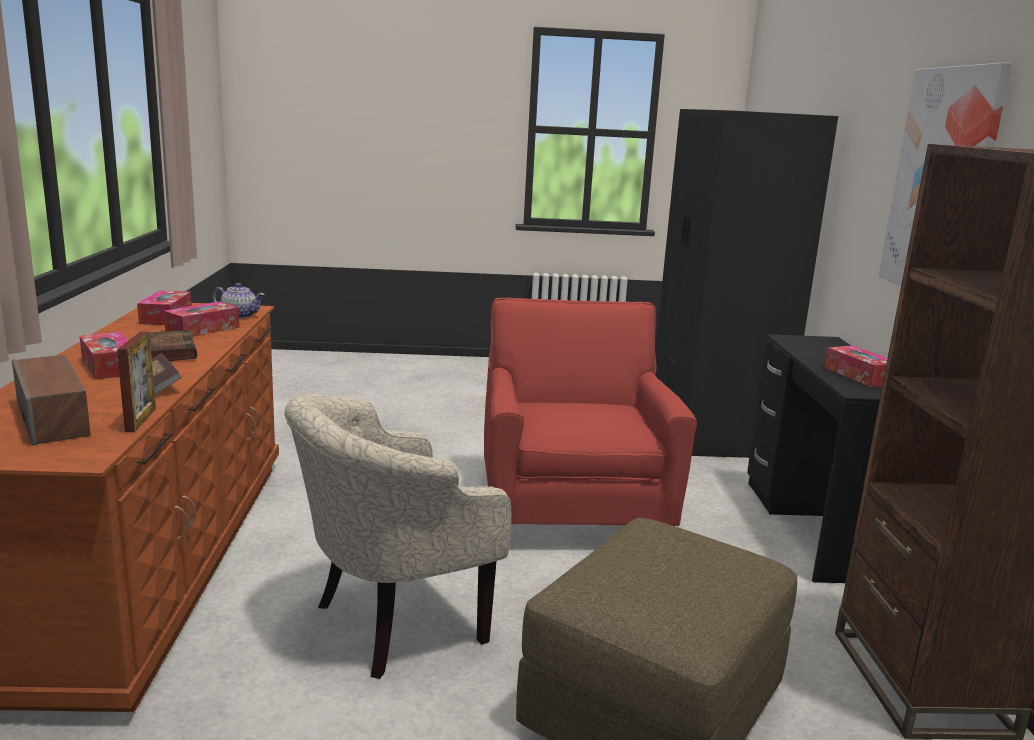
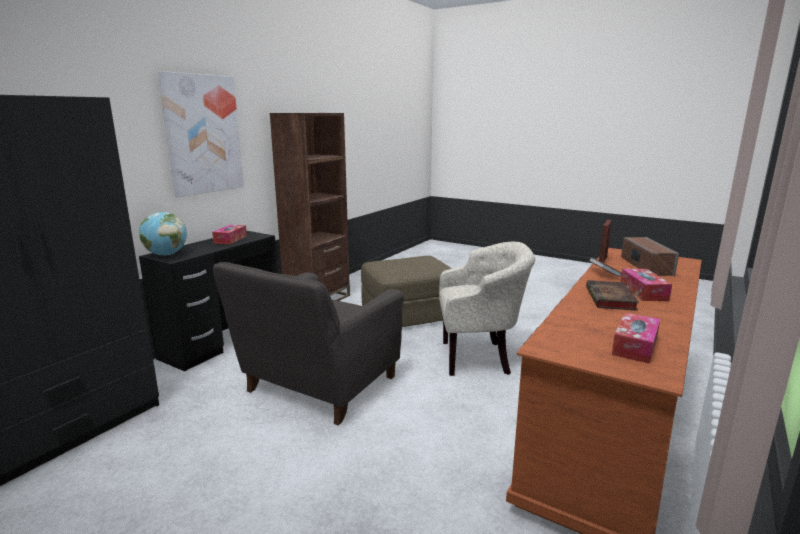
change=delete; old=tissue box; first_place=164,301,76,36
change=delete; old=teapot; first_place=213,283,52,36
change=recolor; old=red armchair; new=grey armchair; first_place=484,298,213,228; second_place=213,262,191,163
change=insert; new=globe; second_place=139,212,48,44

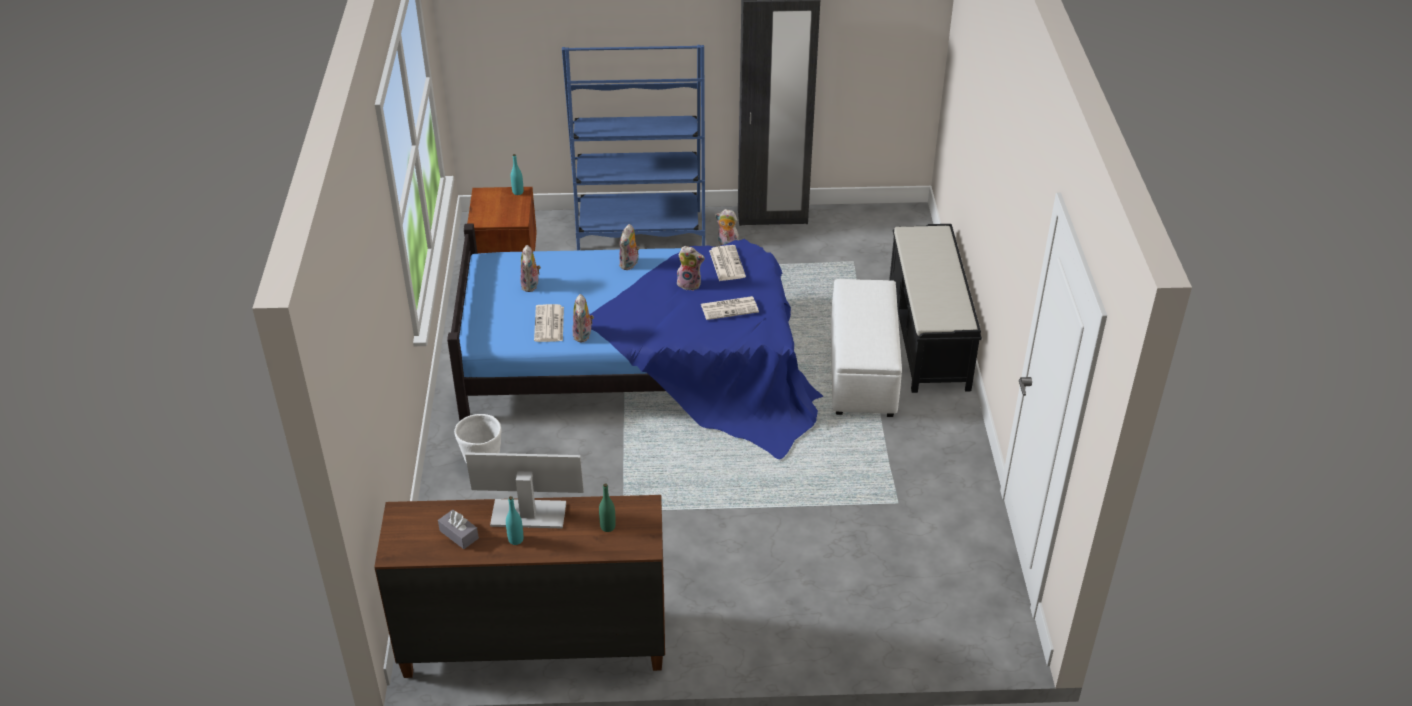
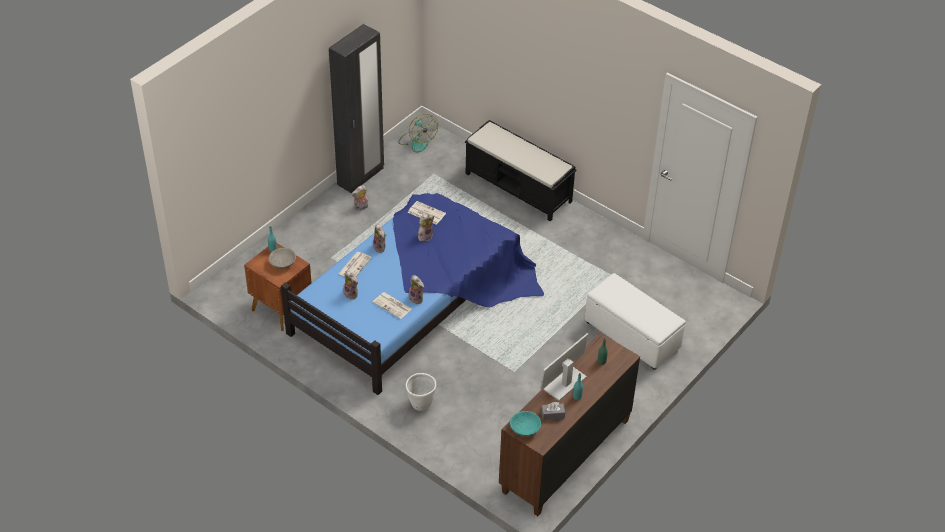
change=delete; old=blue bookcase; first_place=562,45,143,205
change=move; old=newspaper; first_place=701,296,58,24; second_place=339,252,33,25
change=move; old=white ottoman; first_place=831,279,71,138; second_place=585,273,101,97
change=insert; new=grey bowl; second_place=269,248,27,21
change=insert; new=fan; second_place=398,114,40,39
change=insert; new=turquoise bowl; second_place=510,411,31,25

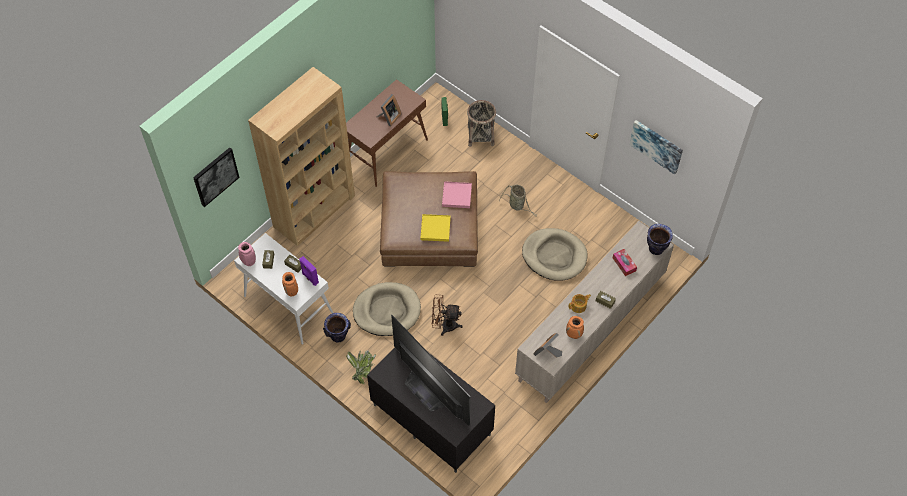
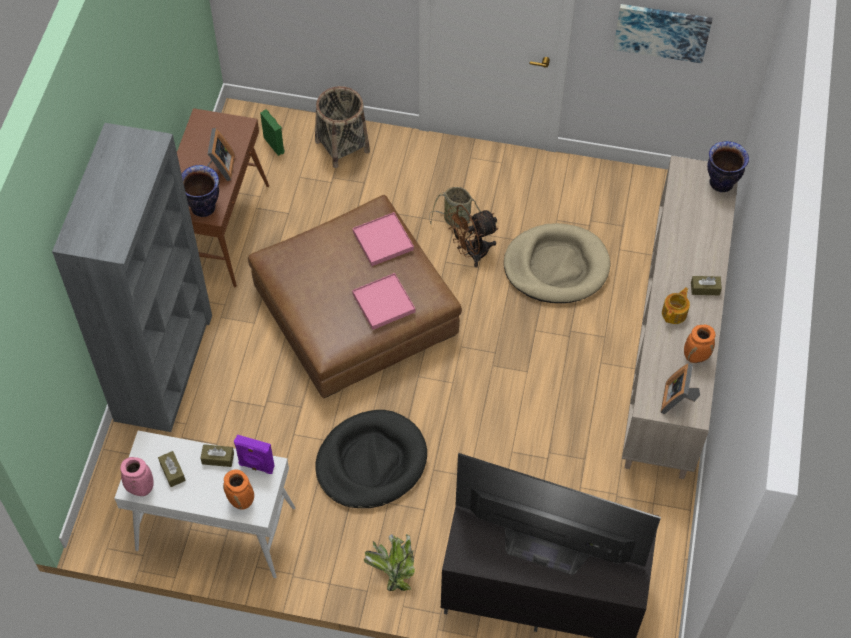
change=delete; old=picture; first_place=193,147,47,60
change=recolor; old=brown bookcase; new=grey bookcase; first_place=248,67,107,179; second_place=52,123,160,309
change=move; old=vase; first_place=323,313,28,30; second_place=182,165,38,52
change=recolor; old=beige dog bed; new=black dog bed; first_place=353,282,68,54; second_place=315,410,112,98
change=recolor; old=yellow tray; new=pink tray; first_place=420,214,31,28; second_place=352,273,63,57
change=move; old=brown fan; first_place=432,295,31,41; second_place=446,205,53,62
change=delete; old=tissue box; first_place=613,249,24,27

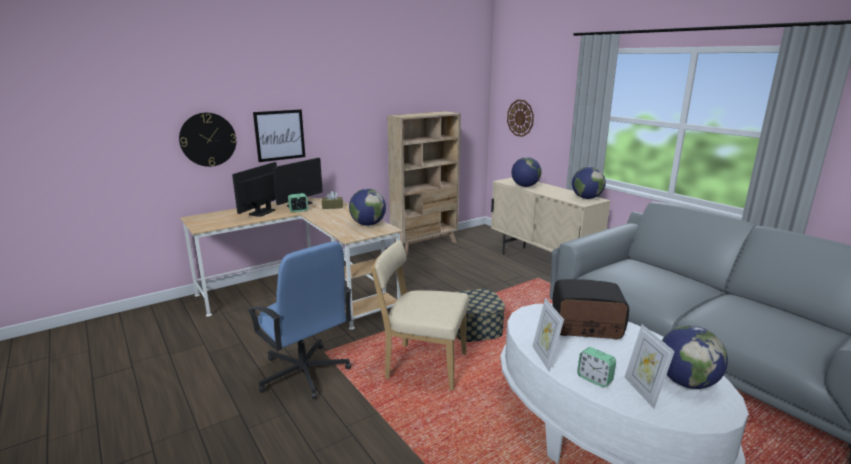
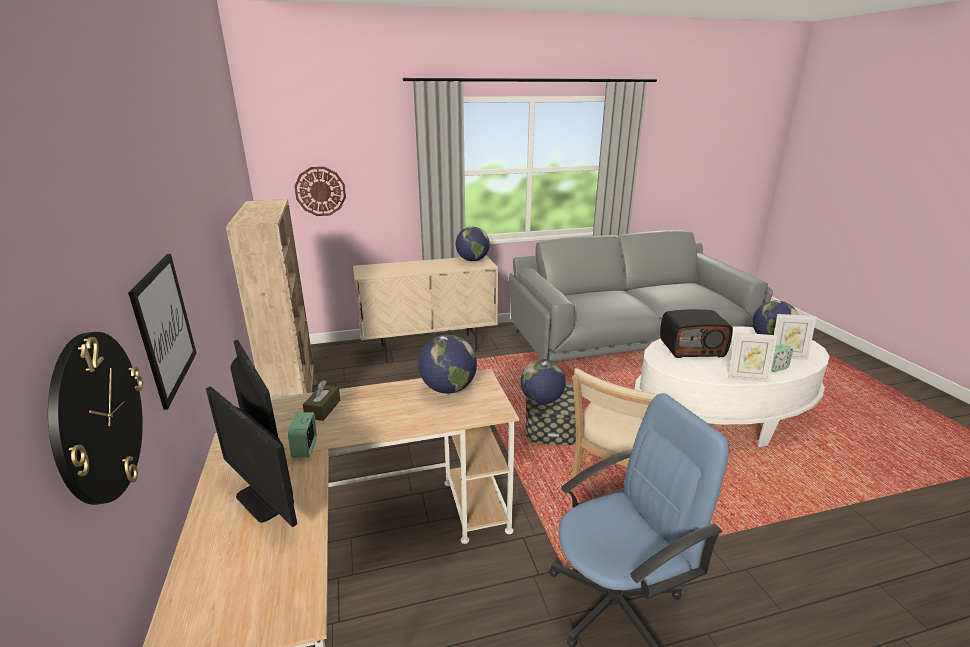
change=move; old=globe; first_place=511,157,30,30; second_place=520,359,46,45
change=rotate; old=radio; first_place=552,279,77,60; second_place=660,309,73,49; degrees=-120

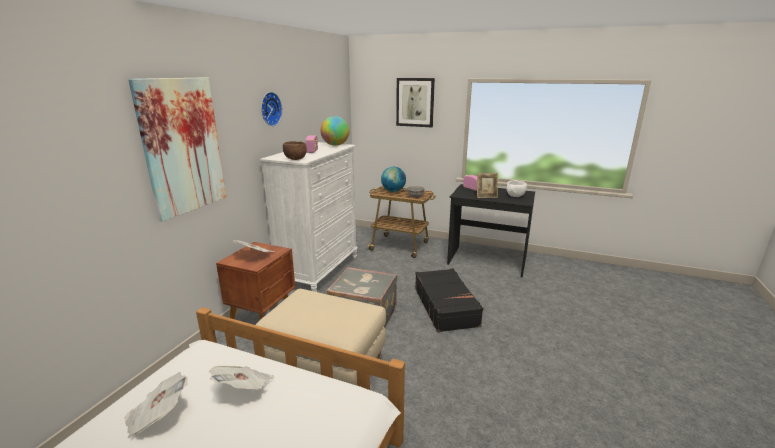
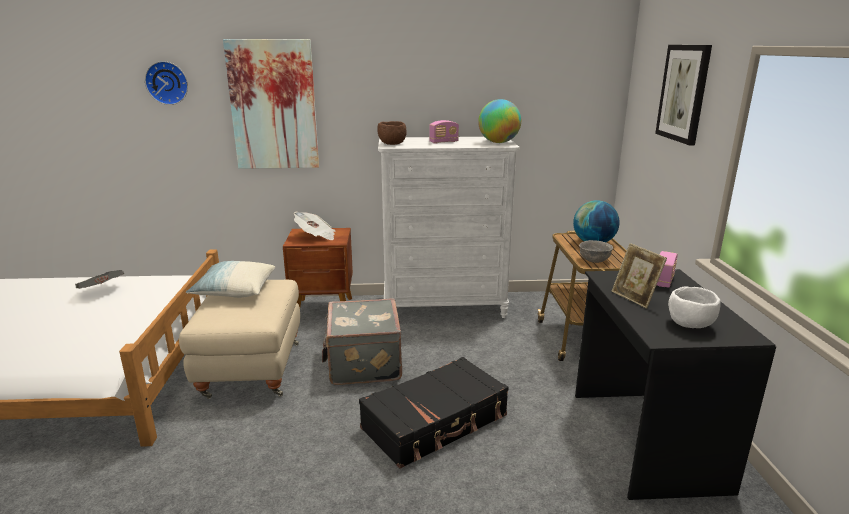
change=delete; old=newspaper; first_place=209,366,65,24
change=move; old=wall clock; first_place=261,92,21,34; second_place=145,61,43,44
change=insert; new=pillow; second_place=186,261,89,37

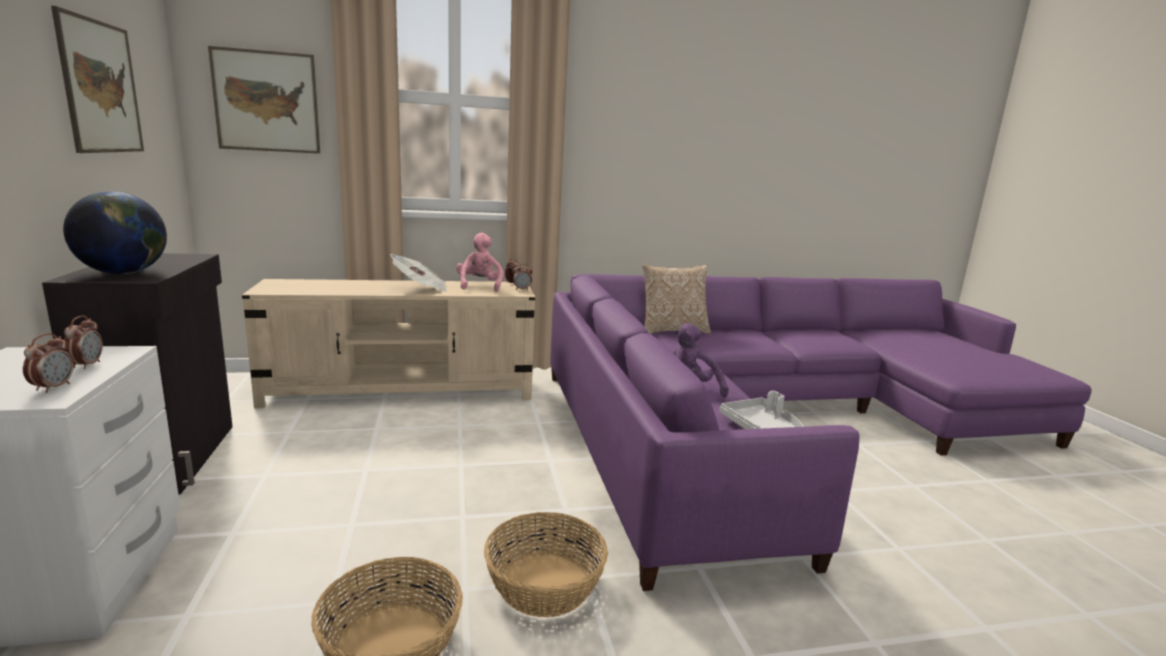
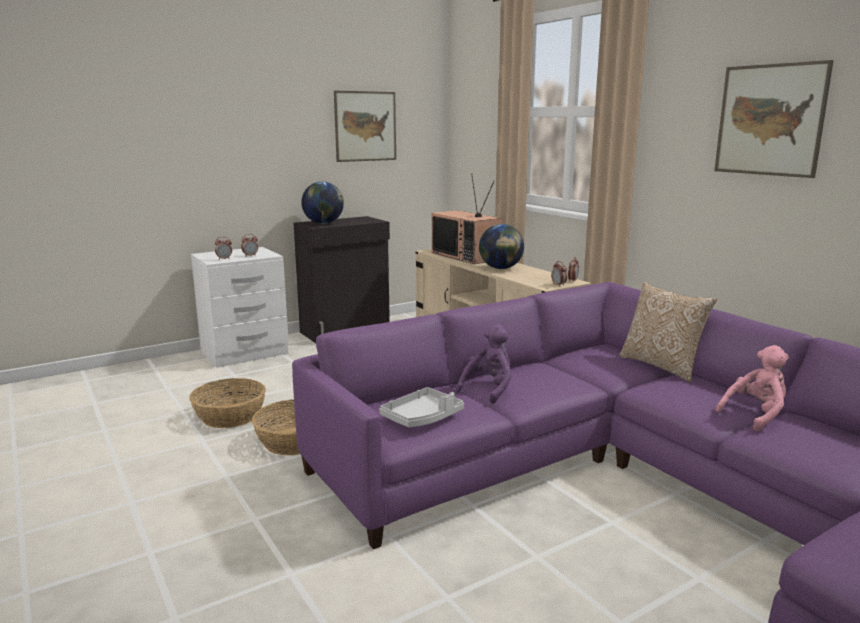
change=move; old=picture; first_place=208,46,112,108; second_place=714,60,119,118
change=replace; old=newspaper; new=globe; first_place=390,254,57,38; second_place=479,224,45,45
change=move; old=pink plush toy; first_place=456,233,47,59; second_place=716,345,73,86
change=insert; new=television; second_place=432,173,70,91

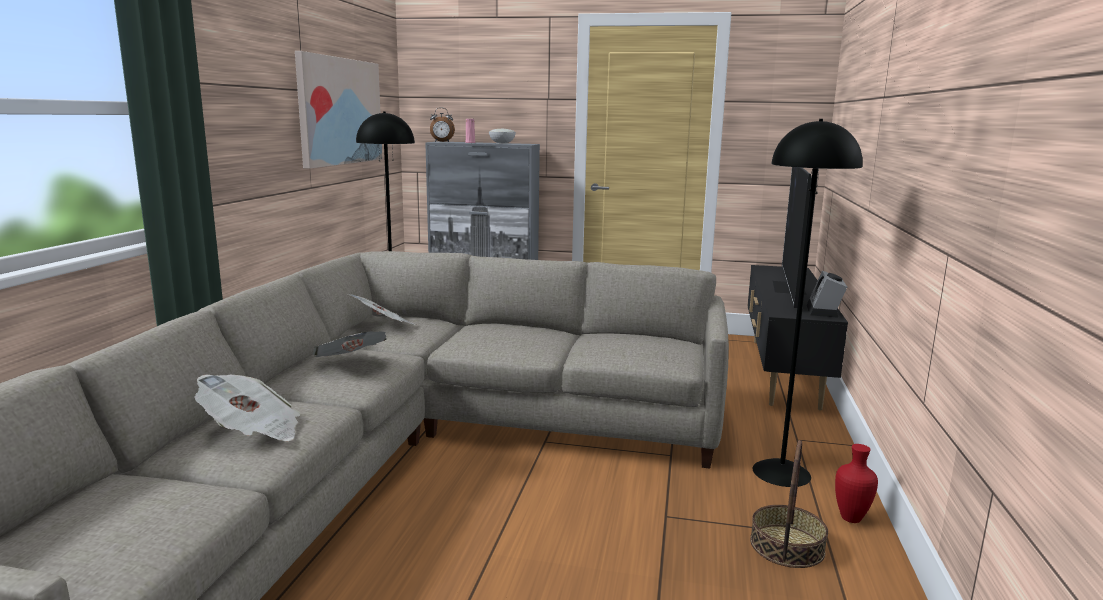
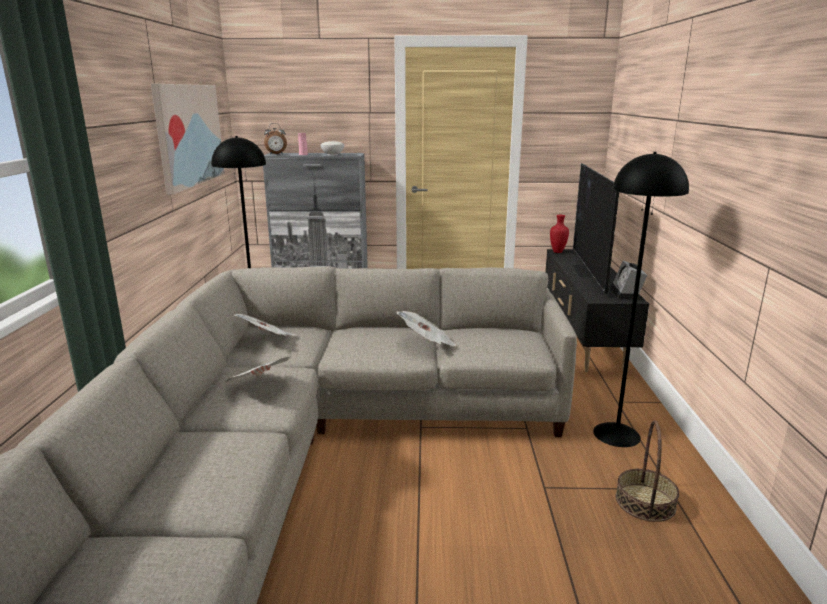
change=move; old=newspaper; first_place=194,375,106,66; second_place=396,311,61,35
change=move; old=red vase; first_place=835,444,43,79; second_place=550,215,19,38

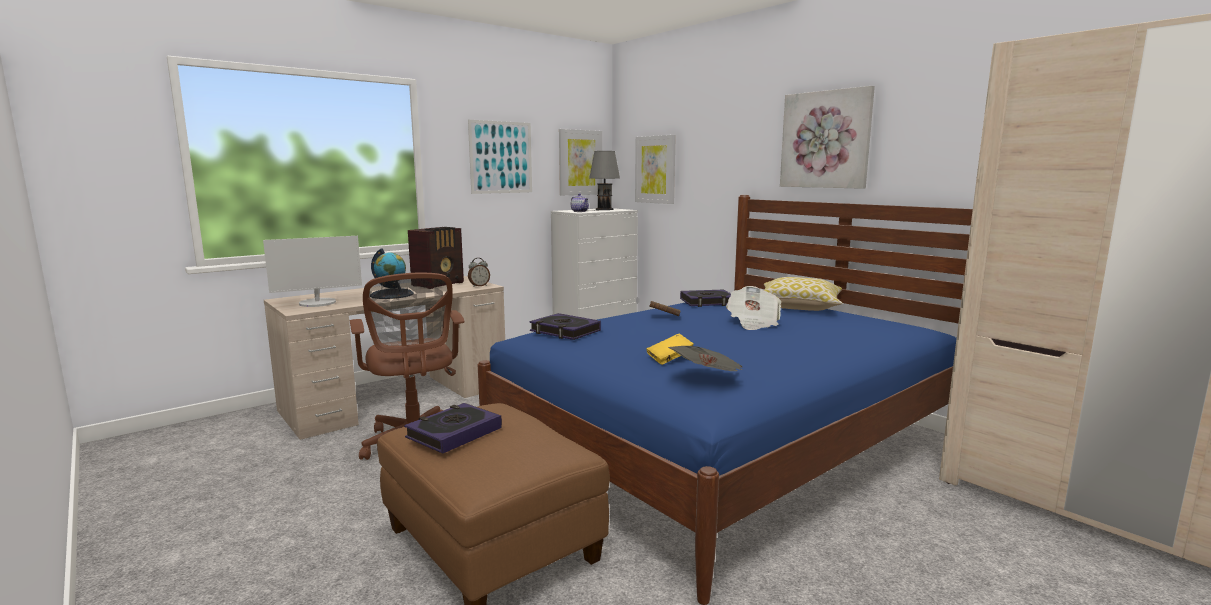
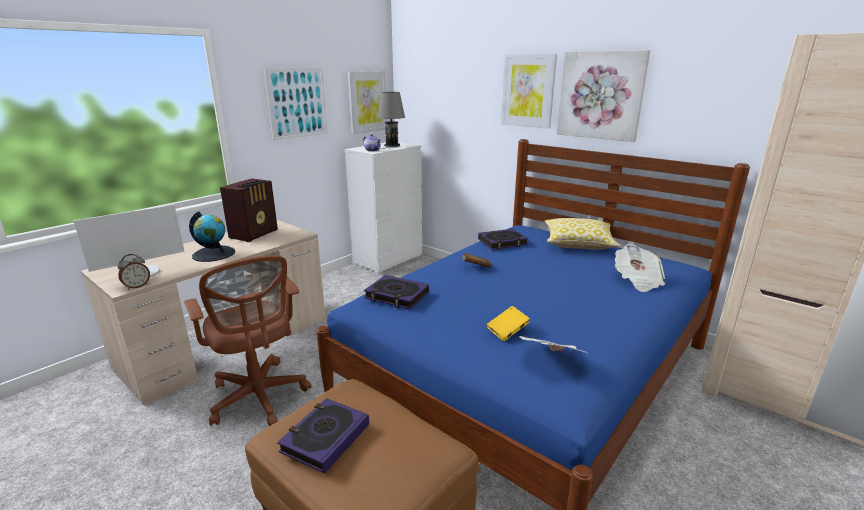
change=move; old=alarm clock; first_place=468,258,22,29; second_place=117,254,33,36
change=move; old=picture; first_place=635,135,41,69; second_place=501,54,56,75
change=move; old=newspaper; first_place=726,286,55,44; second_place=615,244,50,48

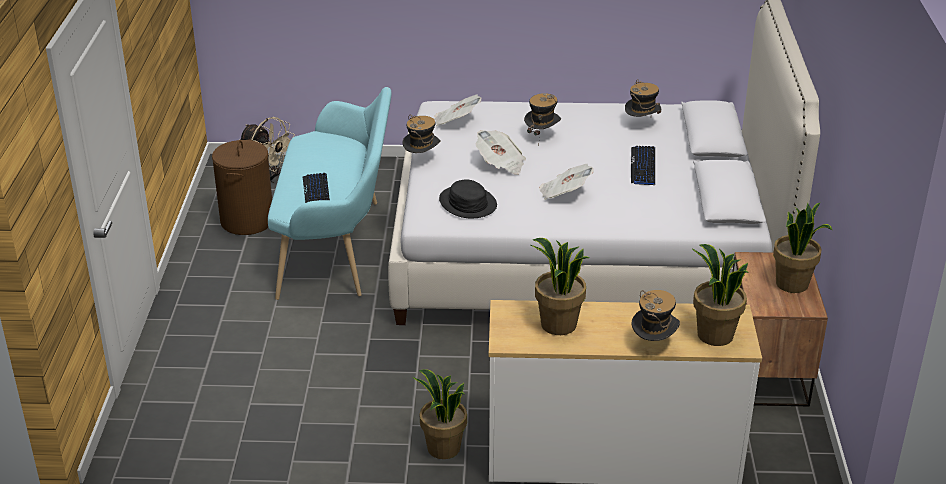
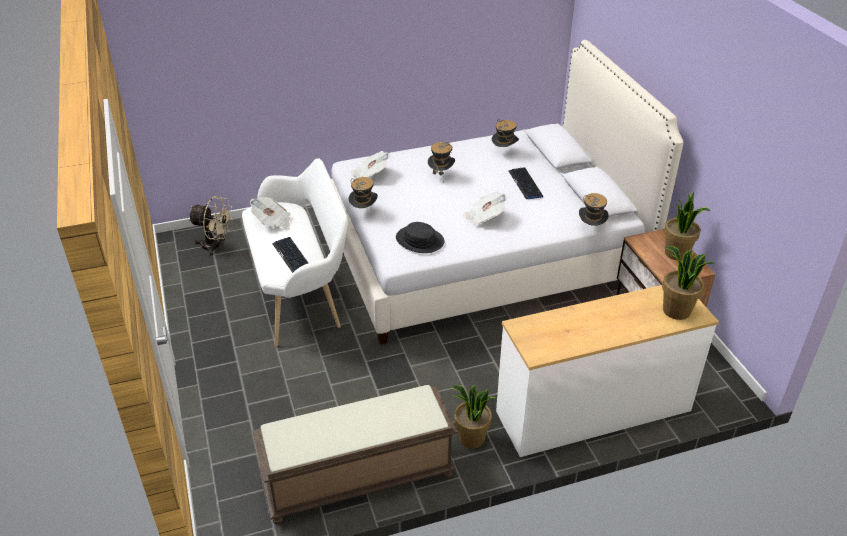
change=delete; old=brown laundry basket; first_place=212,140,60,95
change=recolor; old=turquoise bench; new=white bench; first_place=268,87,124,213; second_place=242,158,106,188
change=move; old=newspaper; first_place=476,130,50,45; second_place=250,197,40,32
change=delete; old=potted plant; first_place=531,238,59,97
change=move; old=hat; first_place=632,290,48,51; second_place=579,193,29,33
change=insert; new=brown bench; second_place=253,385,205,139

